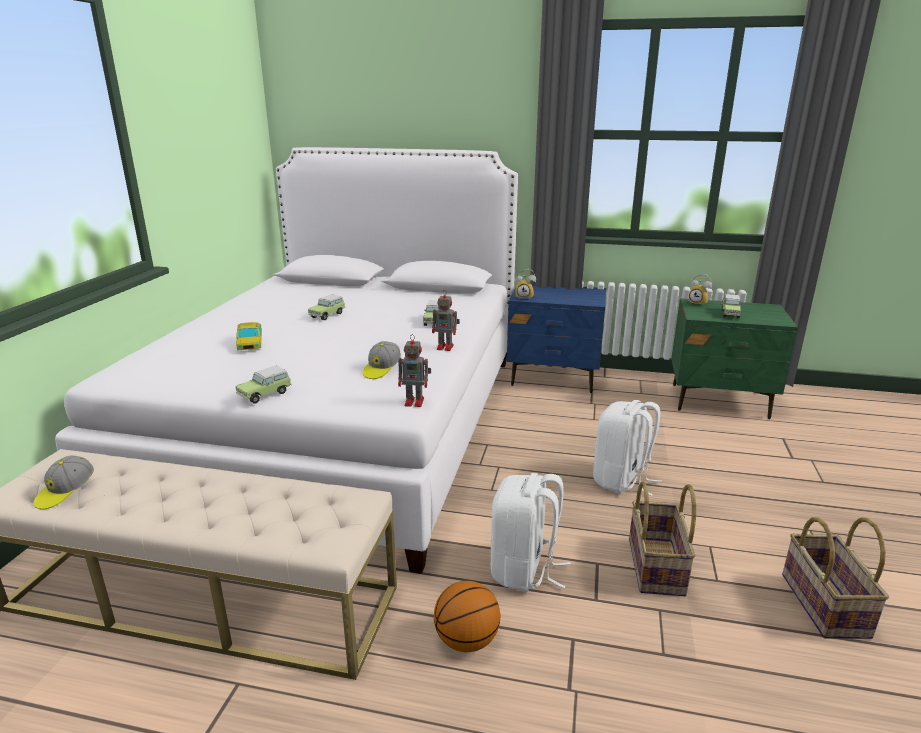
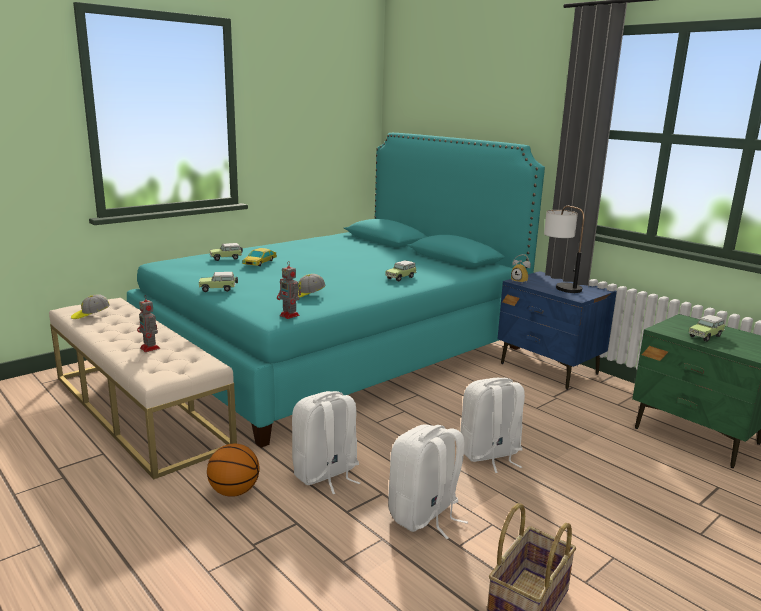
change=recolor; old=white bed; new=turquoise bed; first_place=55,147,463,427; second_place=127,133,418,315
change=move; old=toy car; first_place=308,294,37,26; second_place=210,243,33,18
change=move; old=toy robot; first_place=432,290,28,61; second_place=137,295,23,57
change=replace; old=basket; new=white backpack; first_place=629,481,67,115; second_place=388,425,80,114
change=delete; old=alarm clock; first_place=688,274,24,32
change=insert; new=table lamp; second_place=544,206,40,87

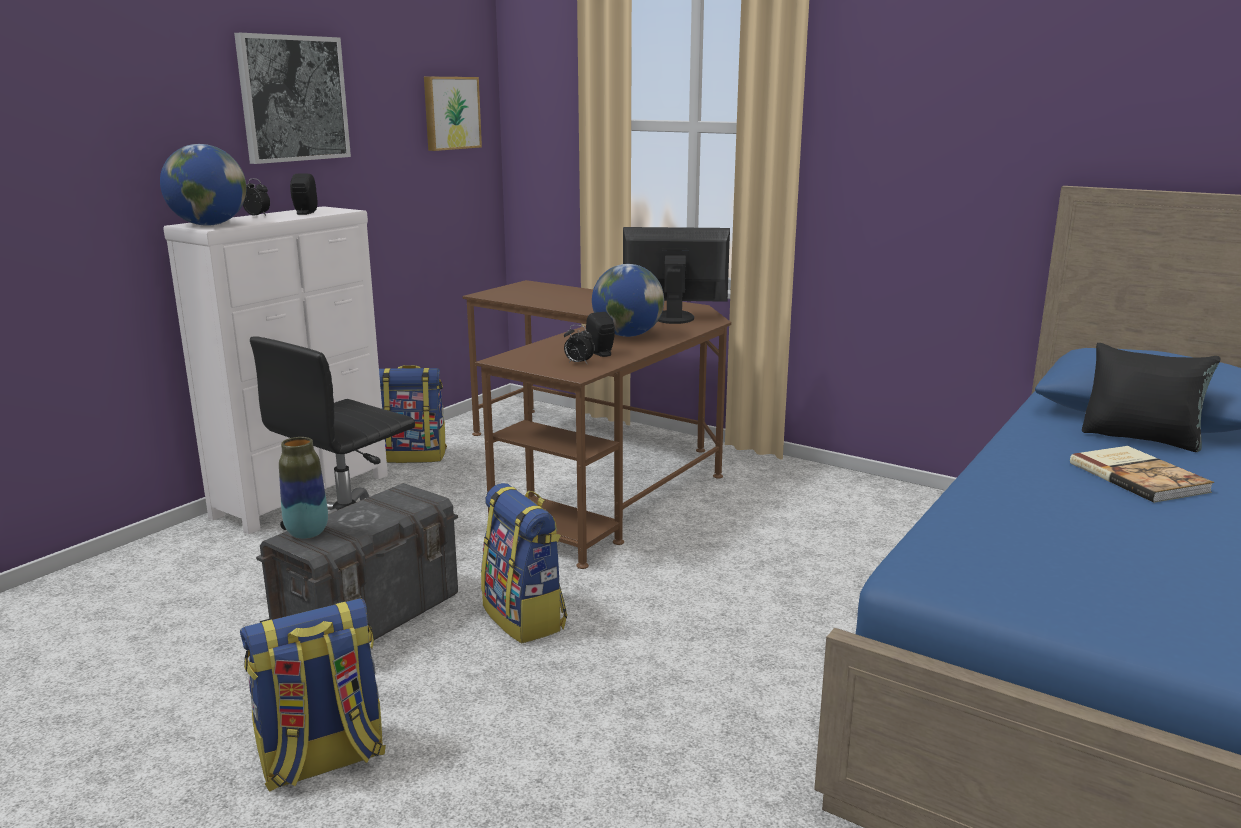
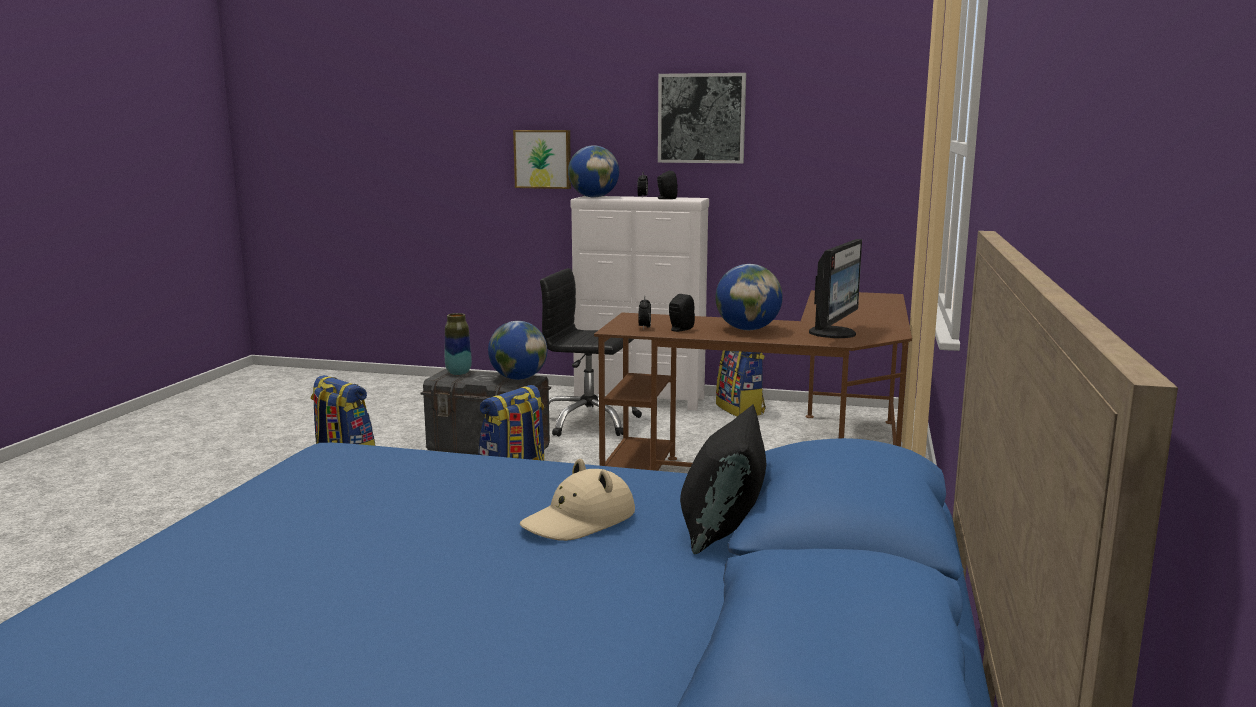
change=move; old=picture; first_place=424,77,58,74; second_place=513,130,58,59
change=rotate; old=monitor; first_place=623,227,107,97; second_place=809,239,53,99; degrees=45
change=replace; old=book; new=beige hat; first_place=1070,446,144,57; second_place=520,459,115,82
change=insert; new=globe; second_place=488,321,59,59

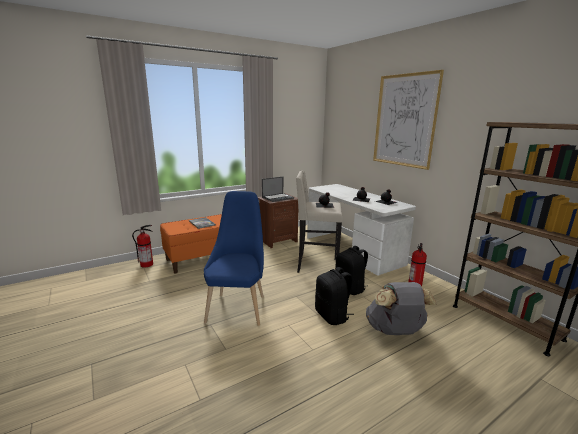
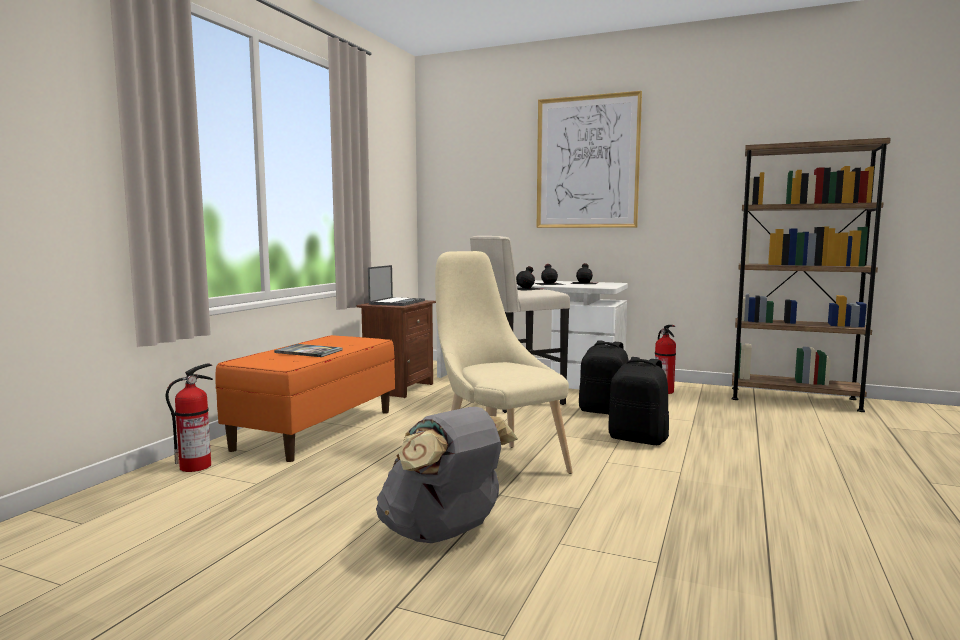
change=recolor; old=blue chair; new=beige chair; first_place=204,191,60,135; second_place=435,251,138,223
change=move; old=grey backpack; first_place=366,282,70,53; second_place=376,407,142,136

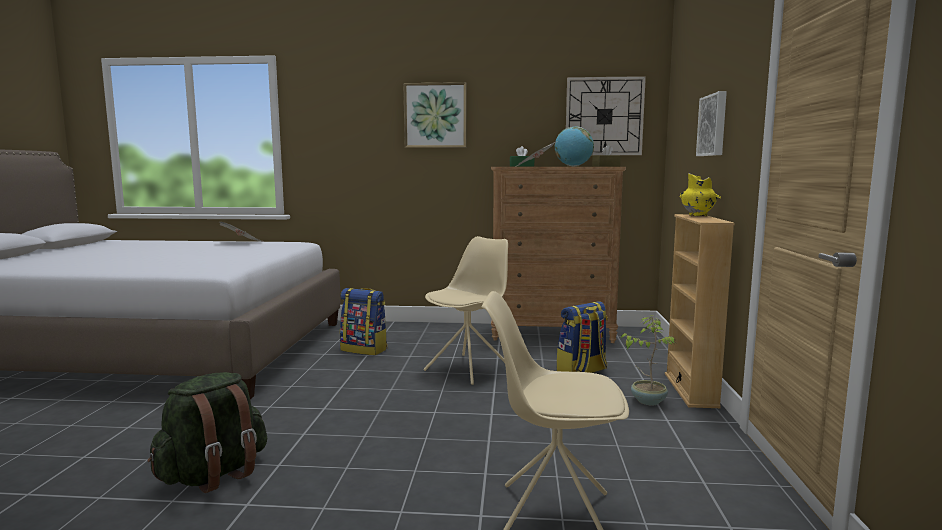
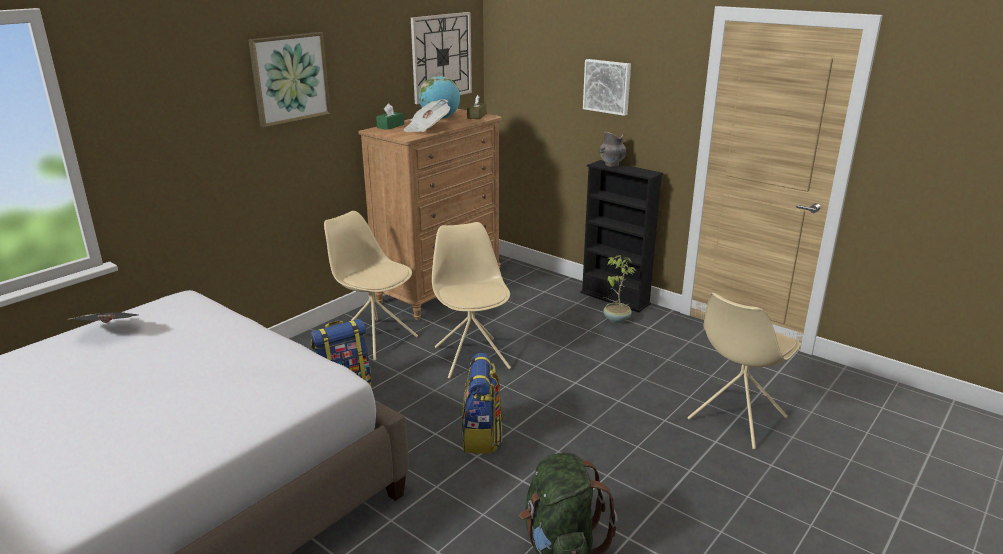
change=move; old=backpack; first_place=557,301,51,72; second_place=461,353,42,100
change=recolor; old=beige bookcase; new=black bookcase; first_place=665,214,70,194; second_place=580,160,83,152
change=recolor; old=yellow vase; new=grey vase; first_place=680,173,41,43; second_place=599,132,28,35
change=insert; new=beige chair; second_place=324,211,94,150

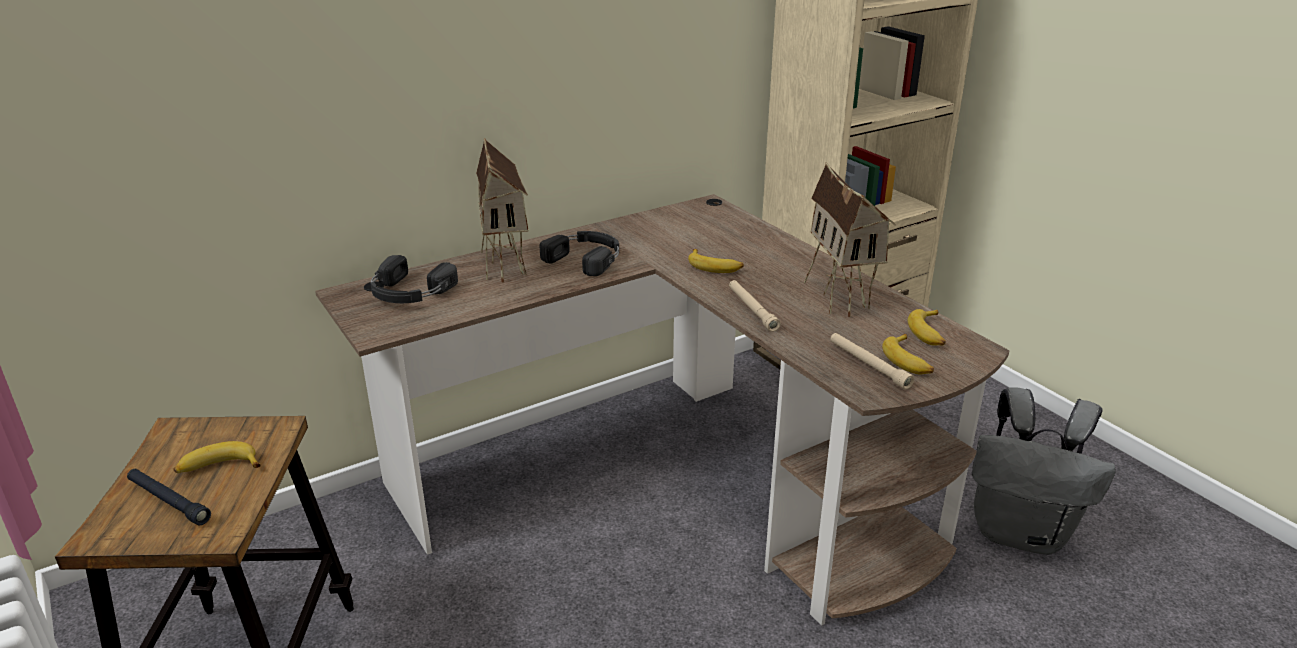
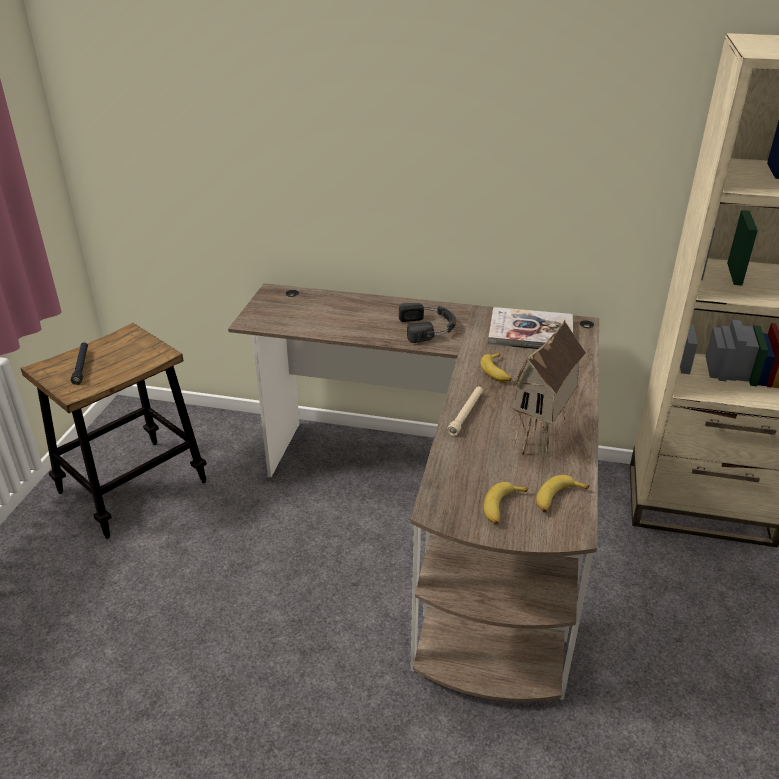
change=delete; old=banana; first_place=173,441,88,32
change=delete; old=black headphones; first_place=370,255,88,48
change=delete; old=toy house; first_place=476,138,53,145
change=delete; old=beige flashlight; first_place=830,333,84,57
change=delete; old=grey backpack; first_place=972,387,144,168
change=insert; new=book; second_place=488,307,85,43

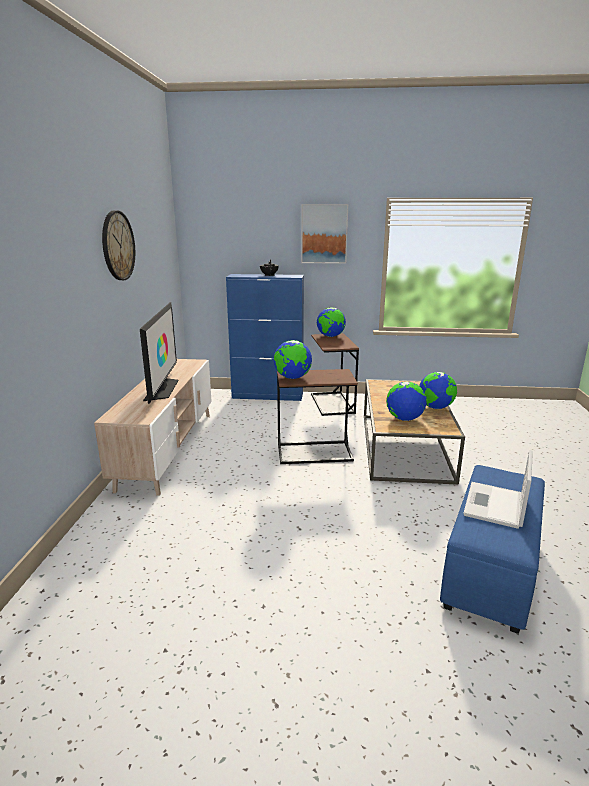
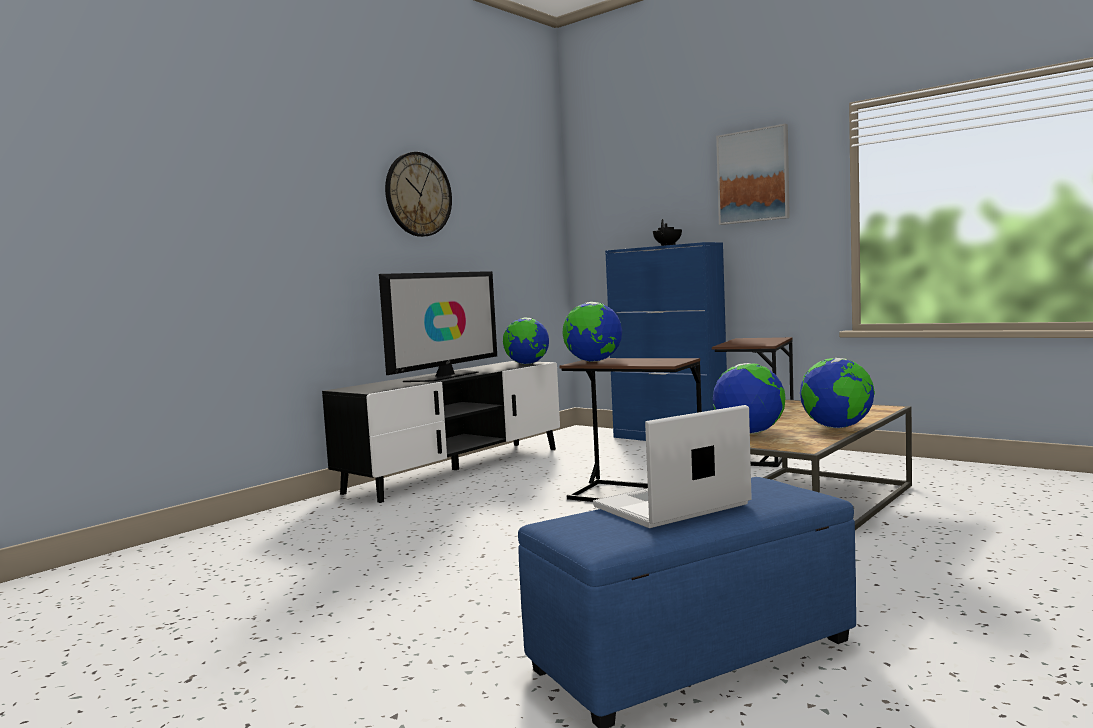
change=recolor; old=beige tv stand; new=black tv stand; first_place=94,359,117,137; second_place=322,361,238,142
change=move; old=globe; first_place=317,307,29,30; second_place=503,318,46,46

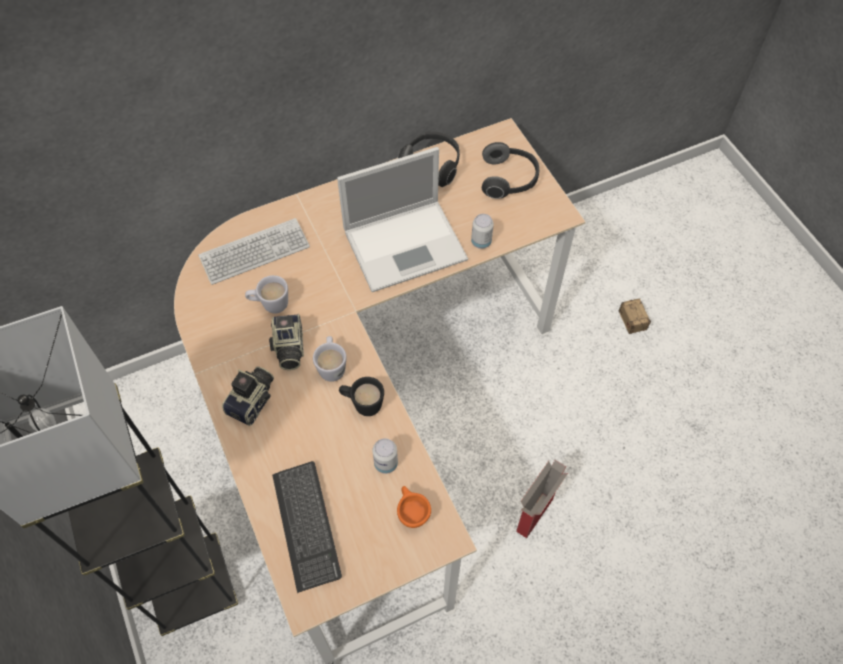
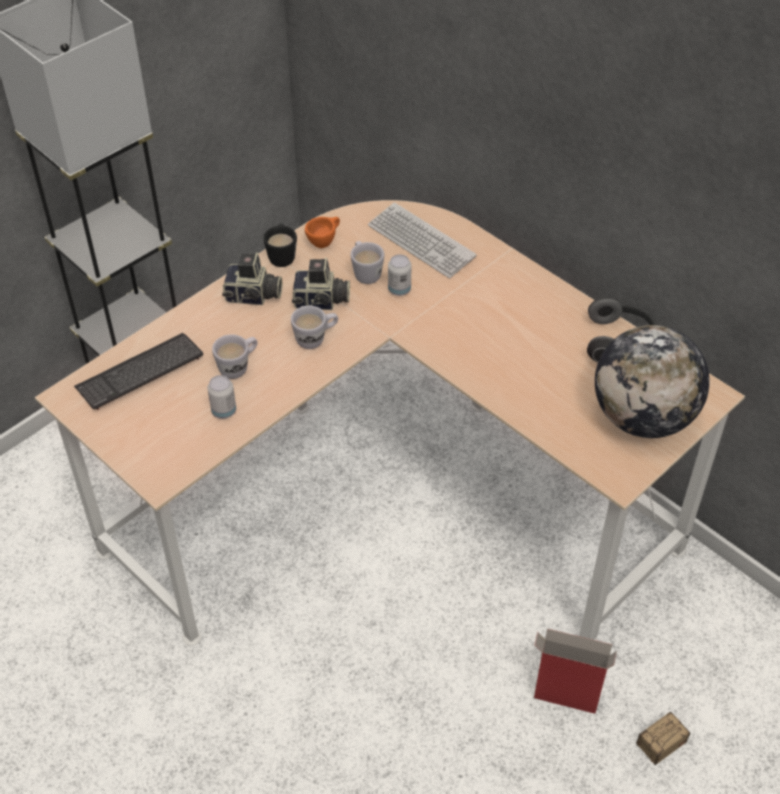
change=rotate; old=photo camera; first_place=269,314,35,56; second_place=292,257,58,53; degrees=-150
change=delete; old=laptop; first_place=337,147,131,145
change=move; old=black mug; first_place=339,377,45,39; second_place=263,224,34,43
change=move; old=orange cup; first_place=397,486,34,42; second_place=305,217,35,31
change=move; old=can; first_place=471,214,23,35; second_place=388,254,23,42
change=replace; old=headphones; new=globe; first_place=482,142,57,57; second_place=595,325,115,113
change=move; old=cardboard box; first_place=516,460,52,78; second_place=534,629,83,85
change=insert; new=white mug; second_place=212,334,46,45

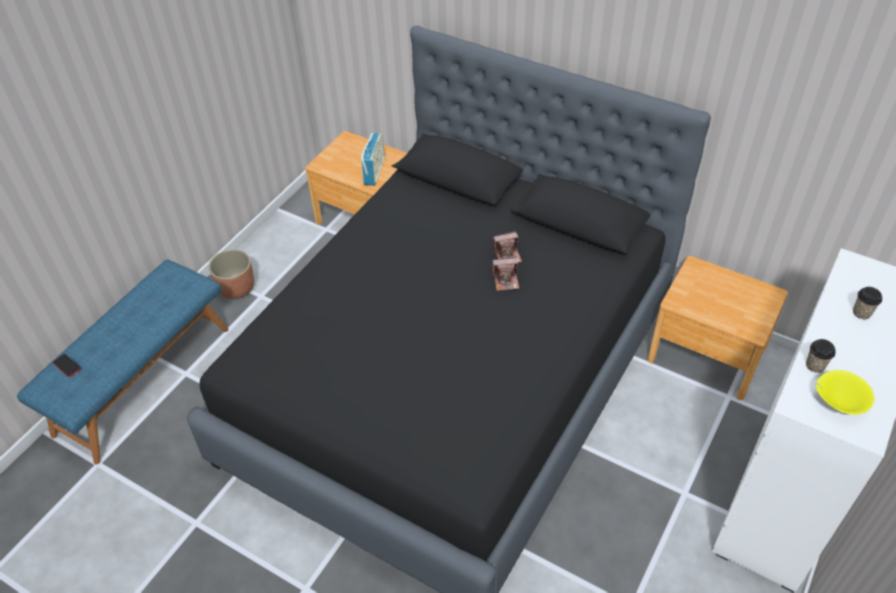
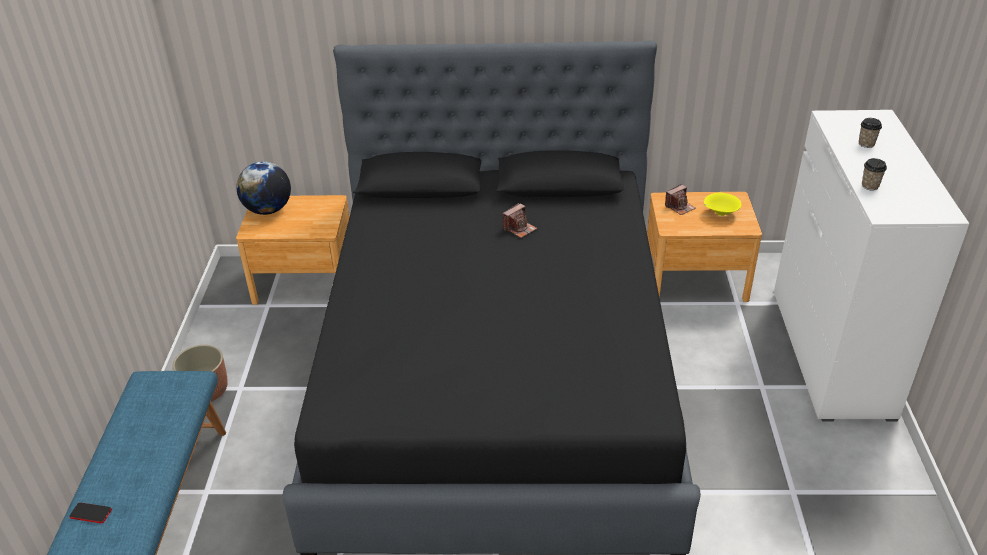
change=delete; old=radio; first_place=361,133,24,53
change=move; old=photo camera; first_place=491,257,28,34; second_place=665,184,31,31
change=move; old=yellow bowl; first_place=816,370,58,45; second_place=704,193,38,23
change=insert; new=globe; second_place=236,162,55,53

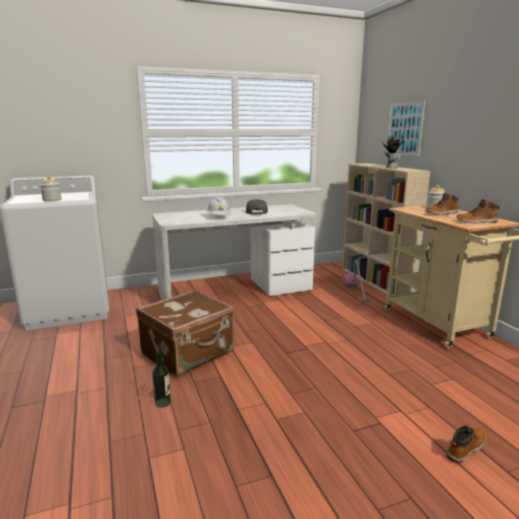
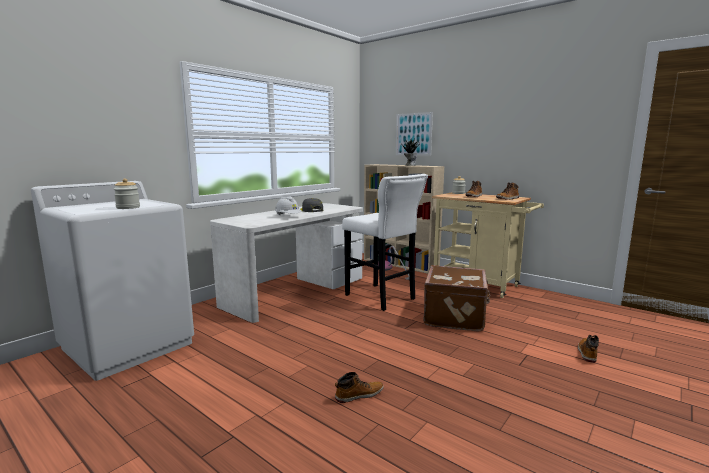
change=move; old=brown suitcase; first_place=136,289,99,88; second_place=423,265,67,67
change=replace; old=bottle; new=boot; first_place=152,351,19,57; second_place=335,372,49,31
change=insert; new=white stool; second_place=342,174,86,137

